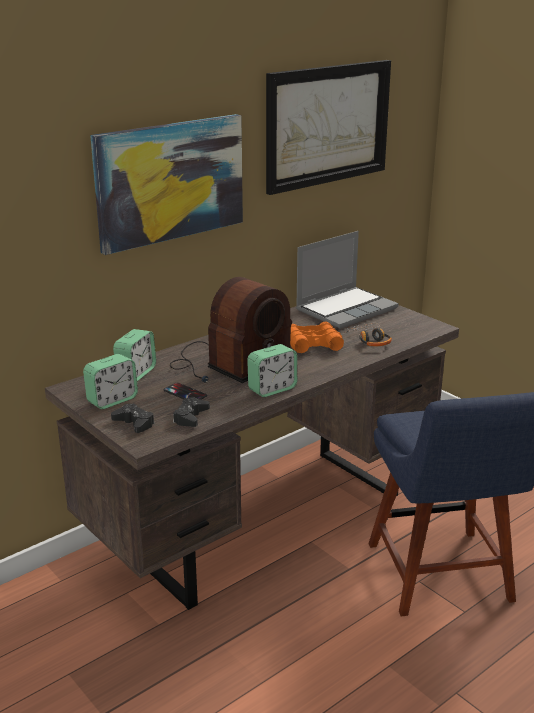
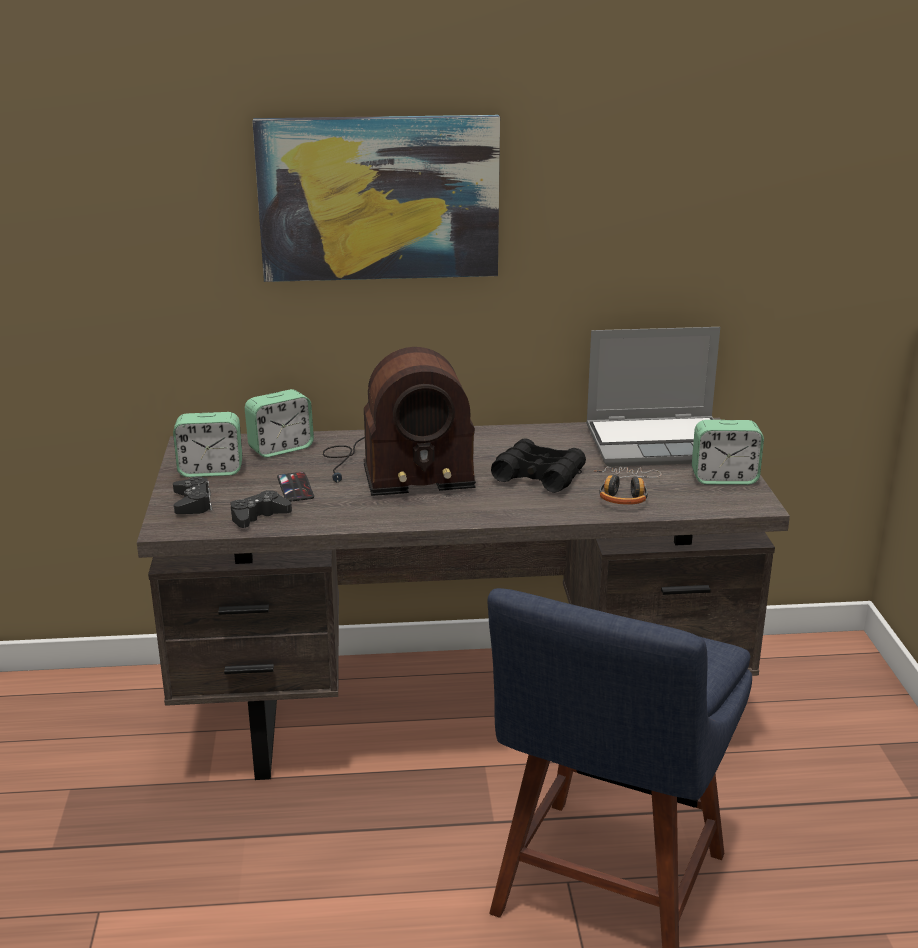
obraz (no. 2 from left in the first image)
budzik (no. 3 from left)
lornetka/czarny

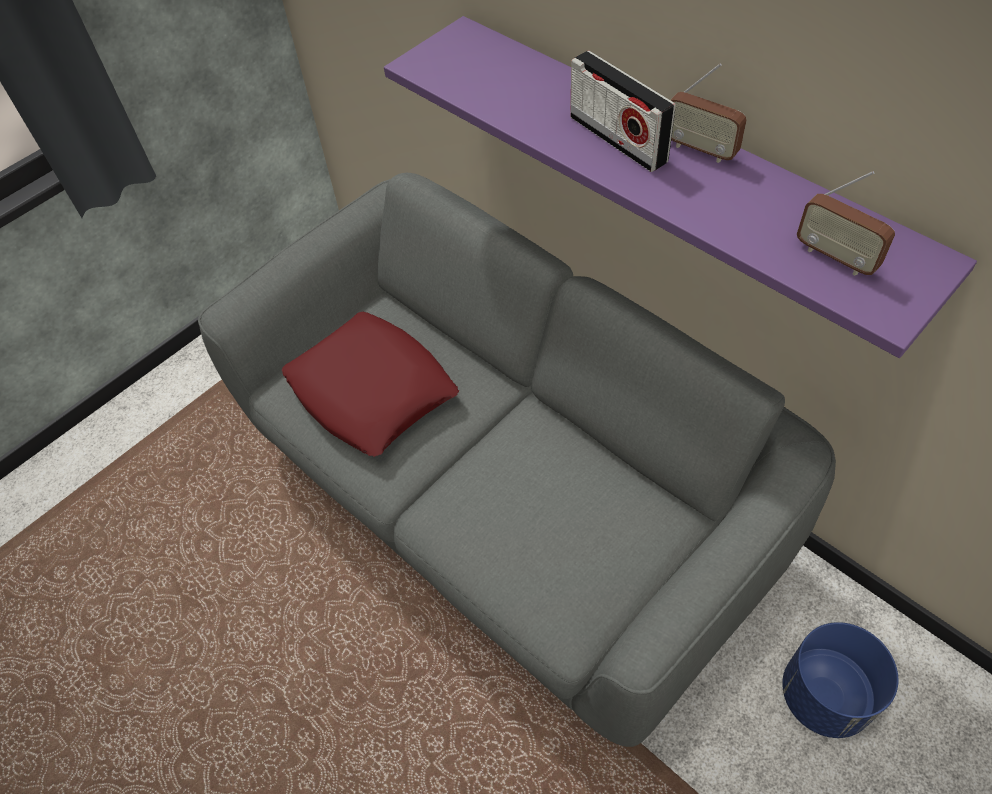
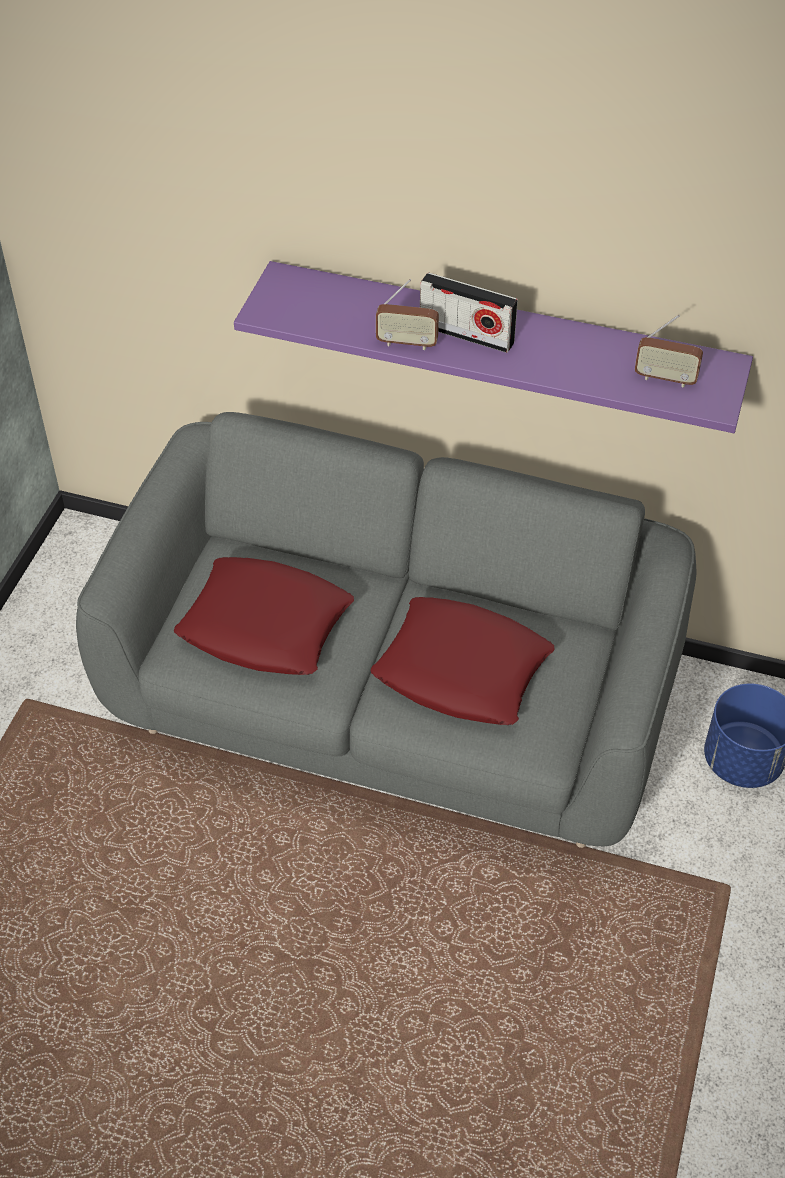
poduszka/czerwony (no. 2 from left)
radio (no. 1 from left)

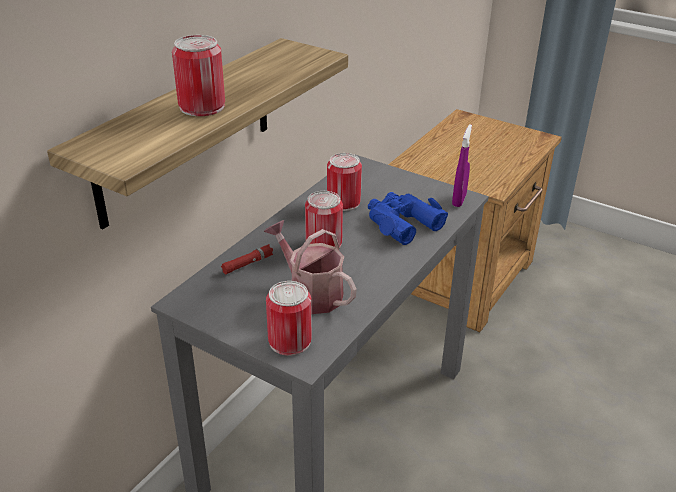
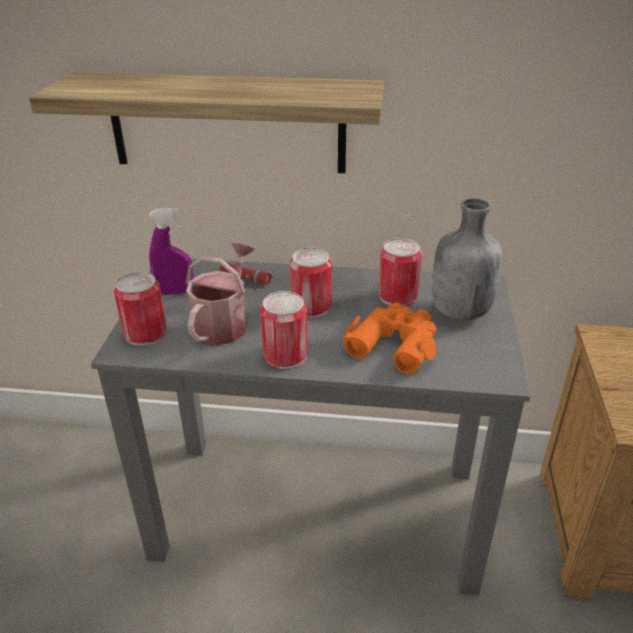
butelka/szary
puszka (no. 2 from left)
spryskiwacz/fioletowy
lornetka/pomarańczowy

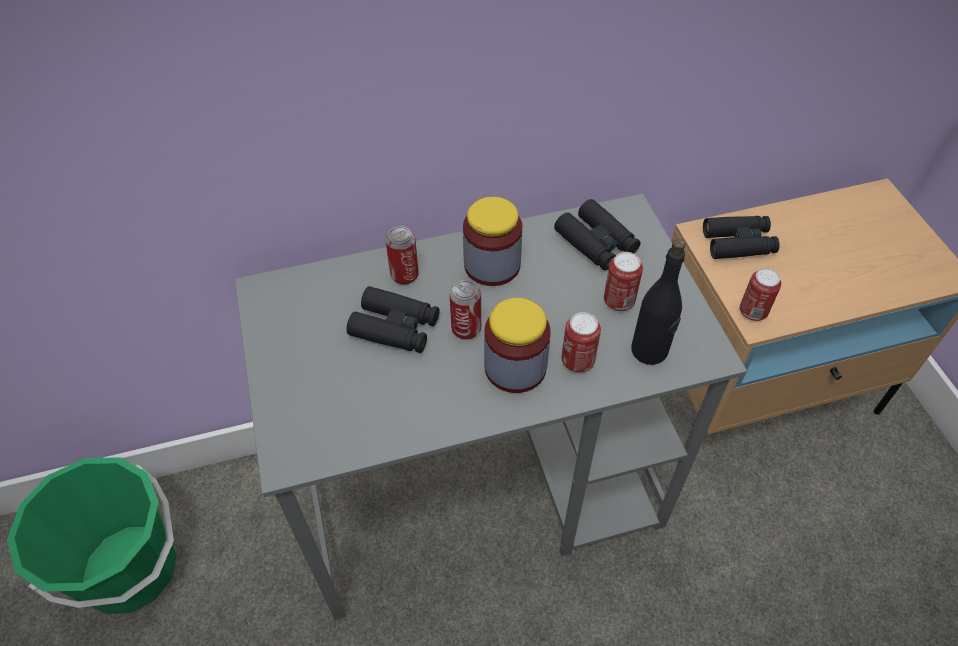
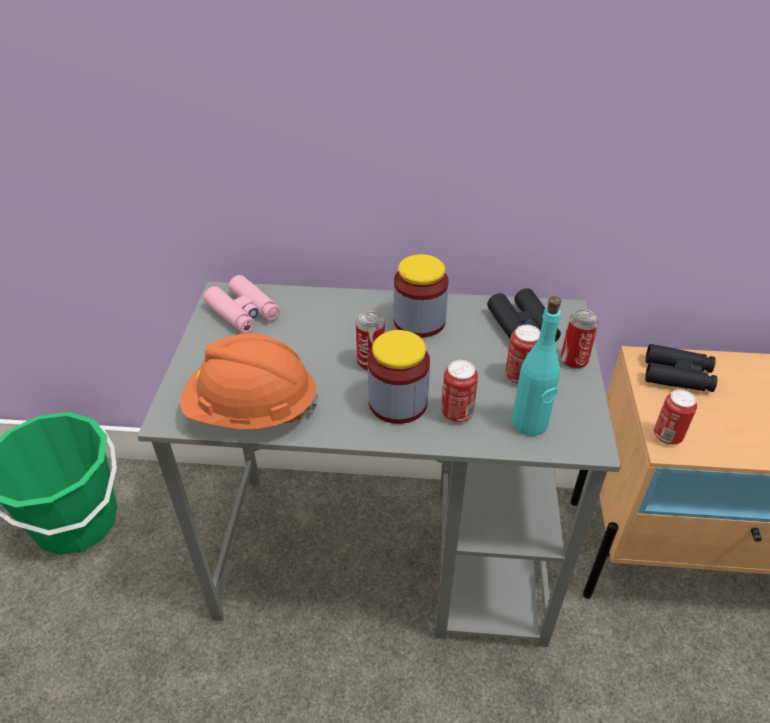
lornetka/czarny (no. 1 from left in the first image)
kask/pomarańczowy
lornetka/różowy
puszka (no. 4 from left)
butelka/turkusowy

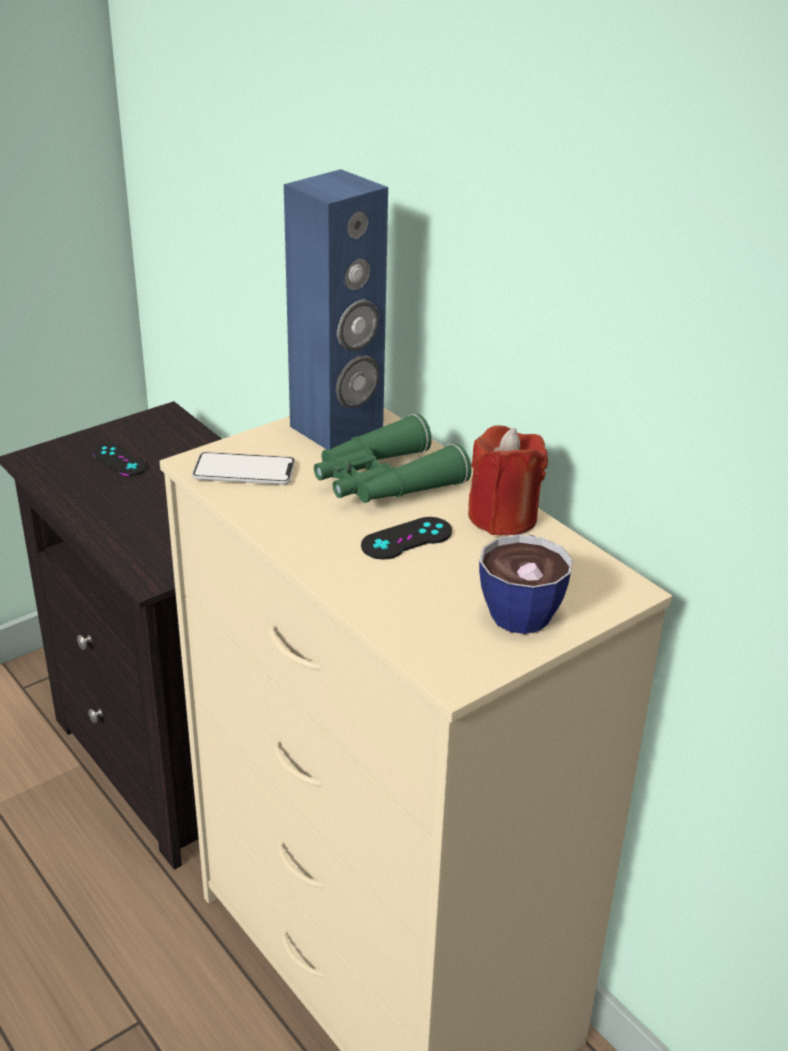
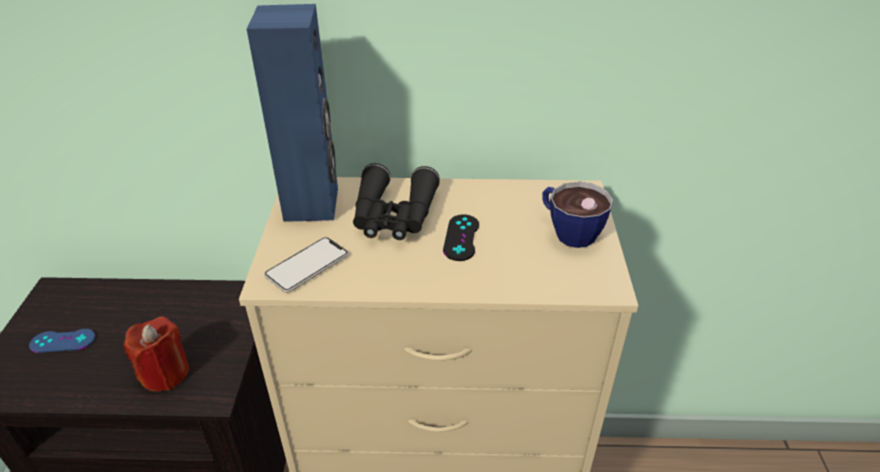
świeca/czerwony
pad do gier/niebieski
lornetka/czarny

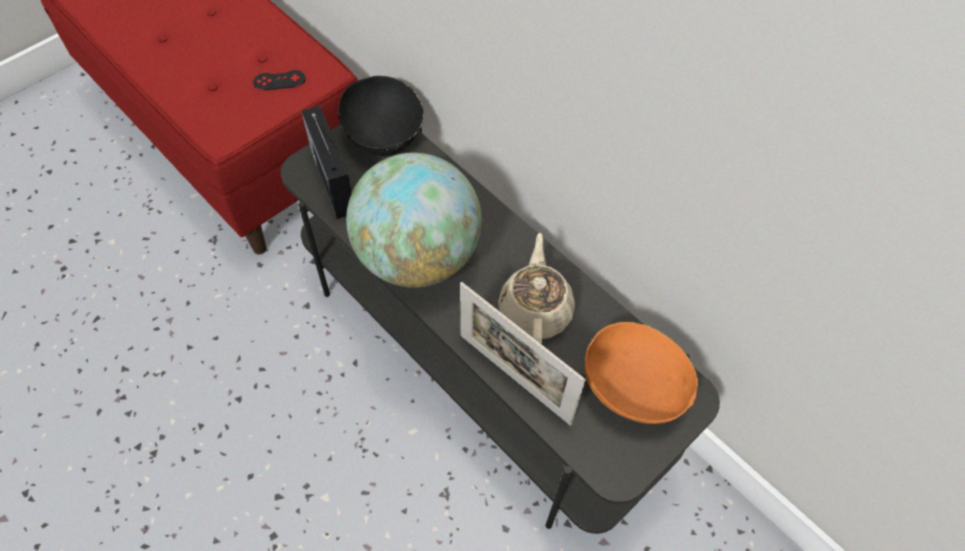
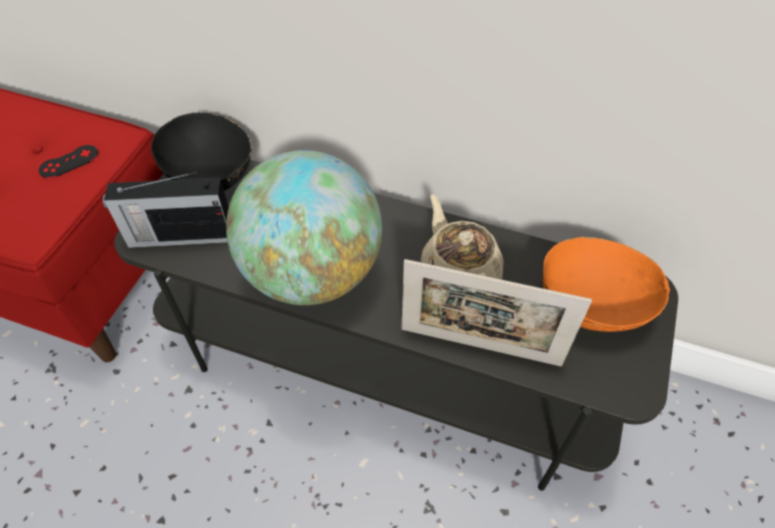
radio

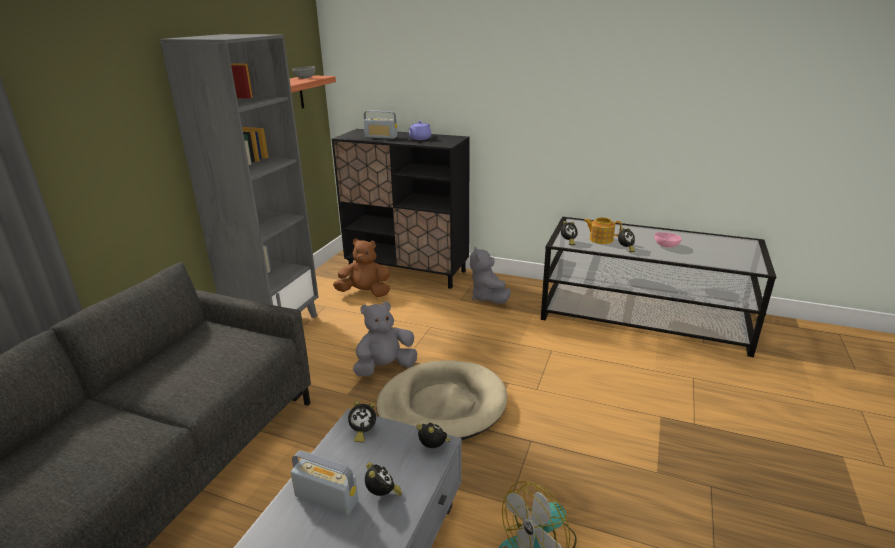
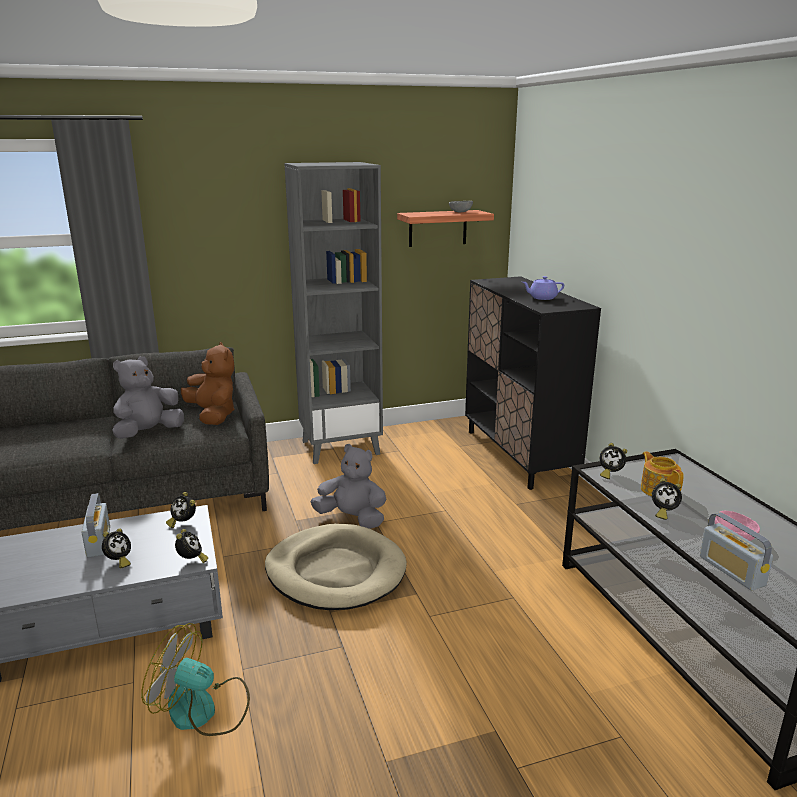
pluszak/brązowy
radio (no. 2 from left)
pluszak/szary (no. 1 from left)

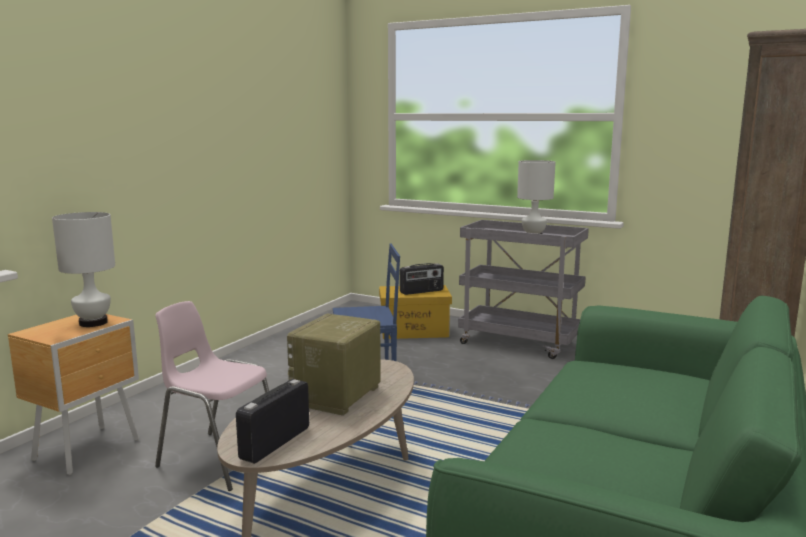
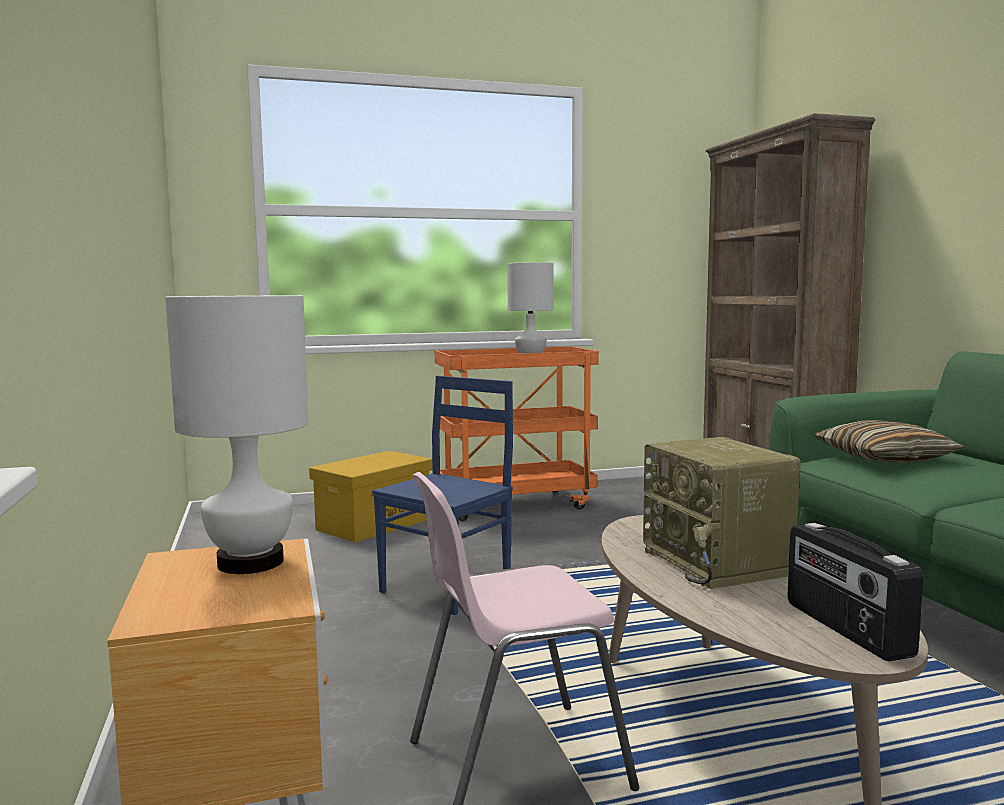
radio (no. 3 from left in the first image)
poduszka
wózek/pomarańczowy

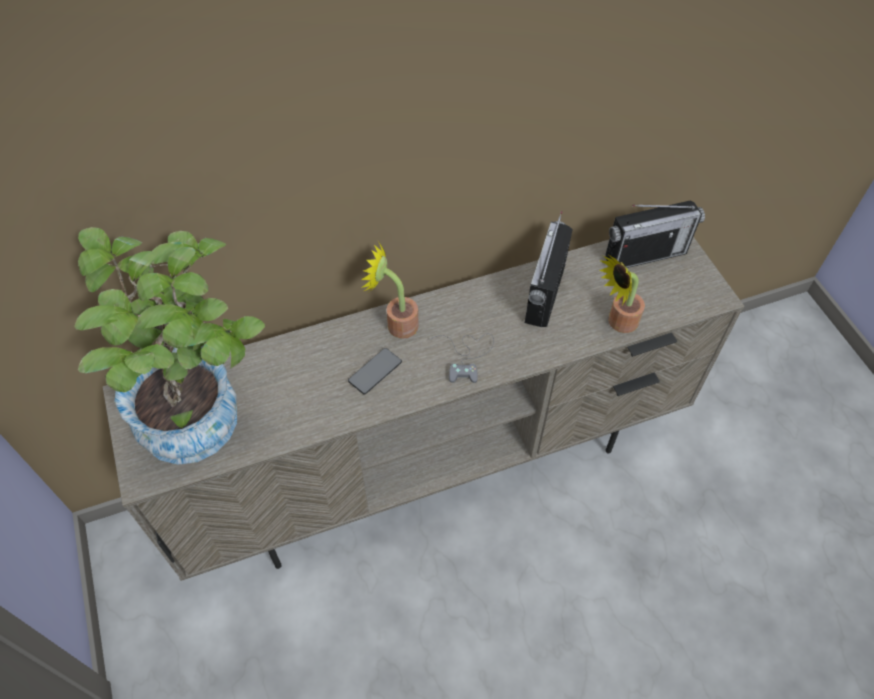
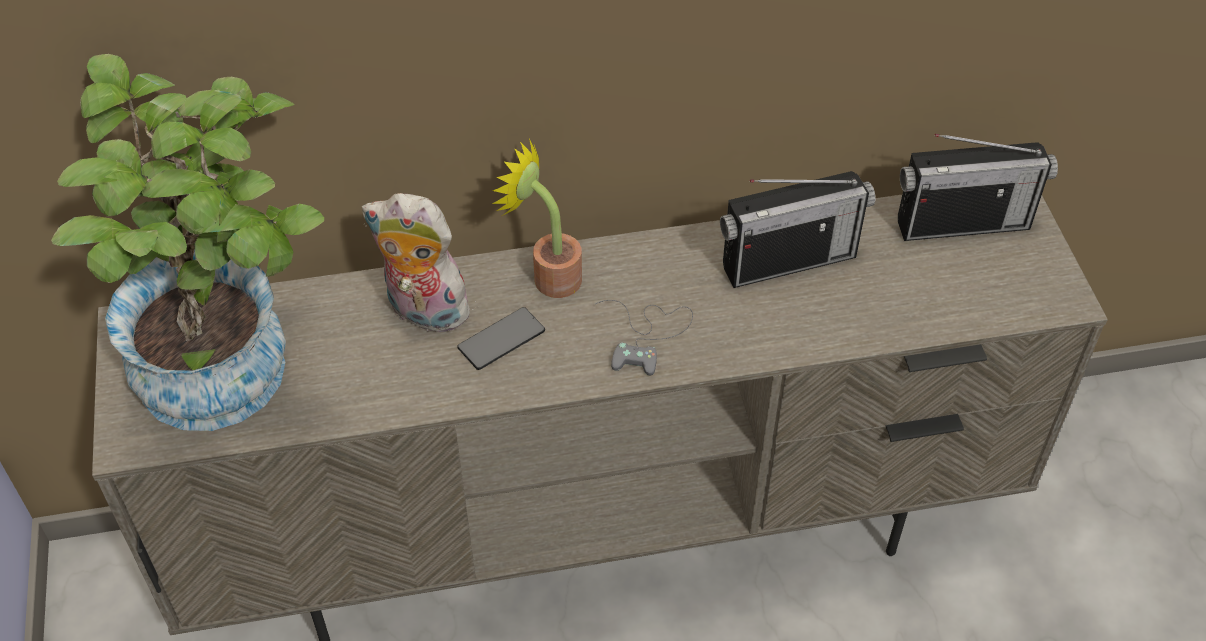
roślina doniczkowa (no. 3 from left in the first image)
pluszak
radio (no. 1 from left)

